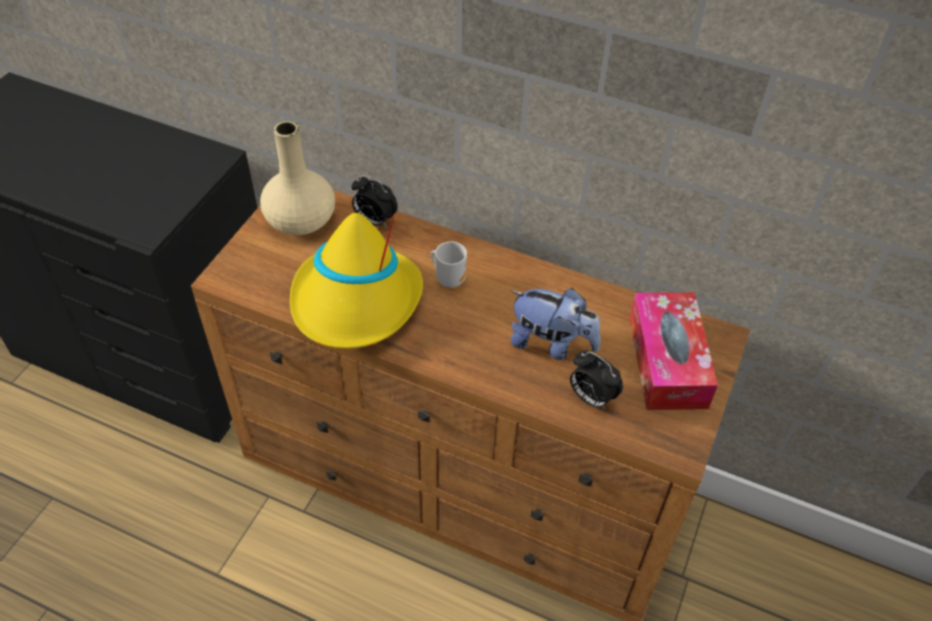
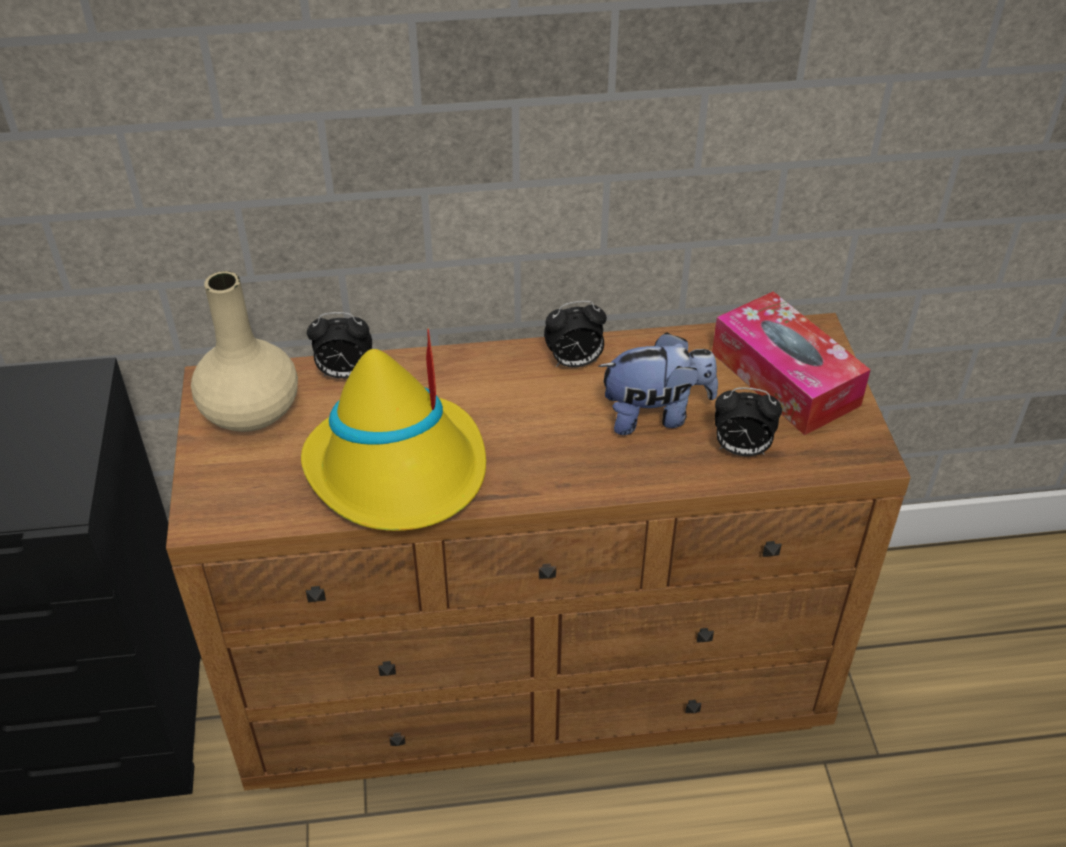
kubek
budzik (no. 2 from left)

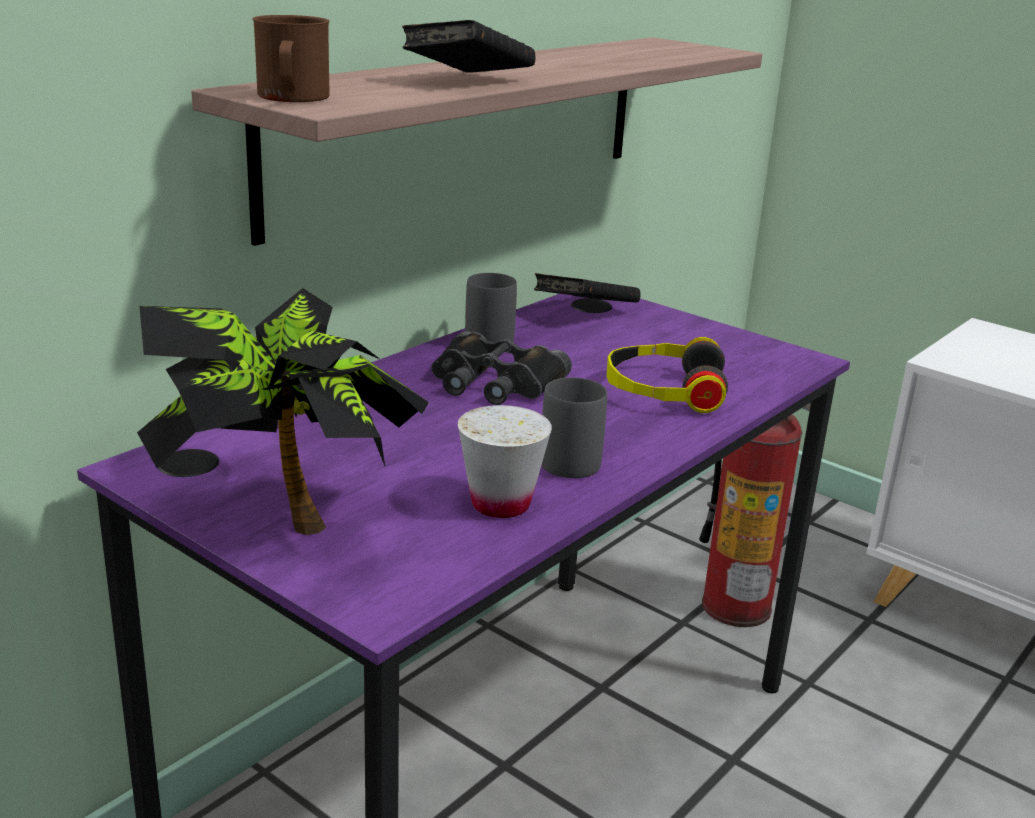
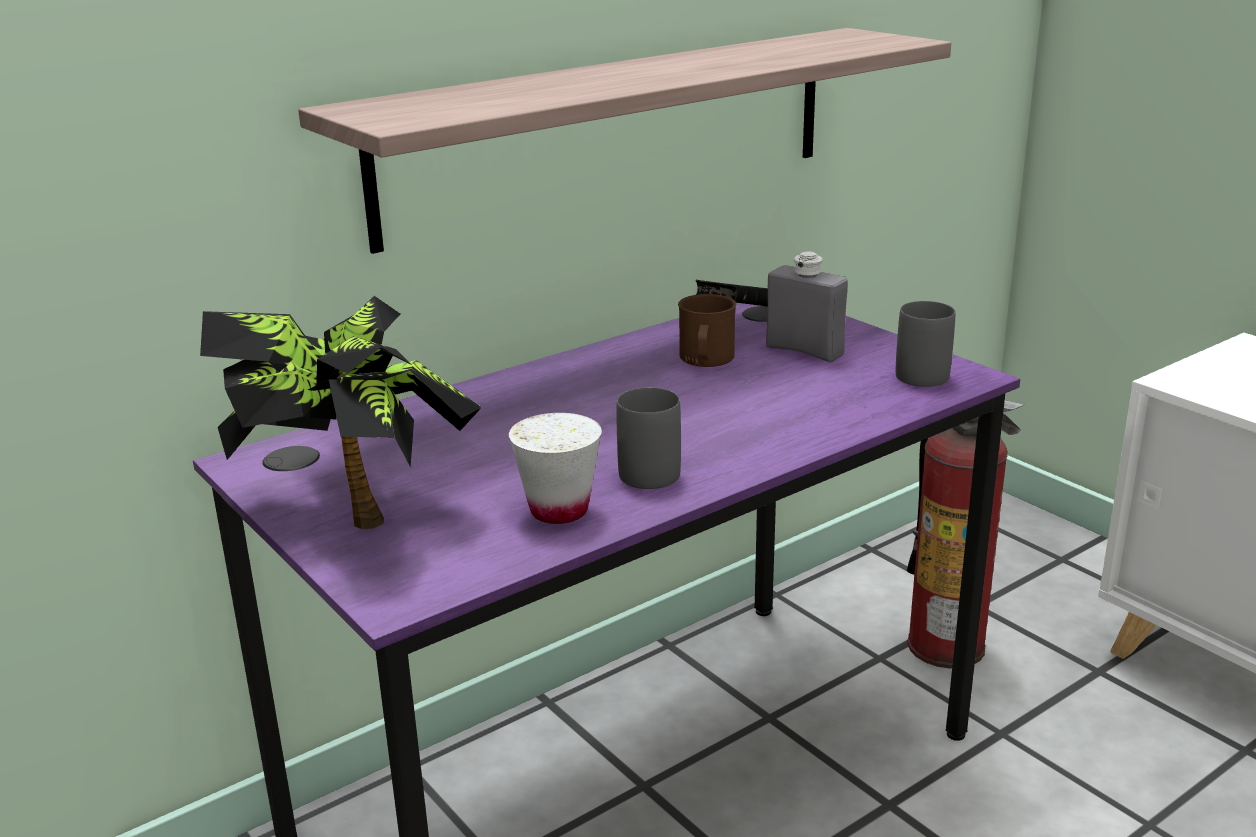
książka/czarny (no. 1 from left in the first image)
lornetka/czarny
słuchawki
butelka/szary
kubek/brązowy
kubek/szary (no. 2 from left)

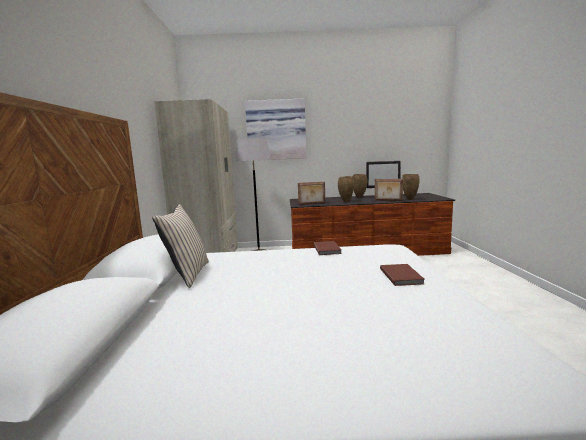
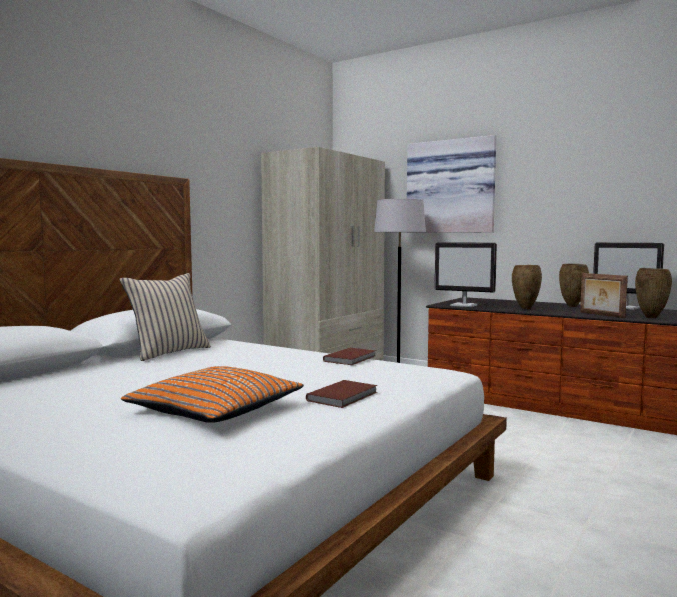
poduszka/pomarańczowy
monitor (no. 1 from left)

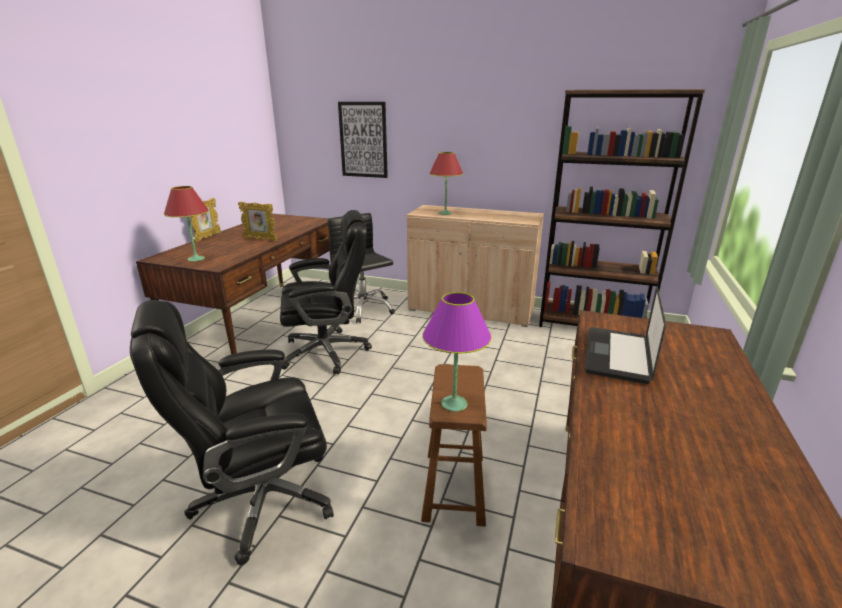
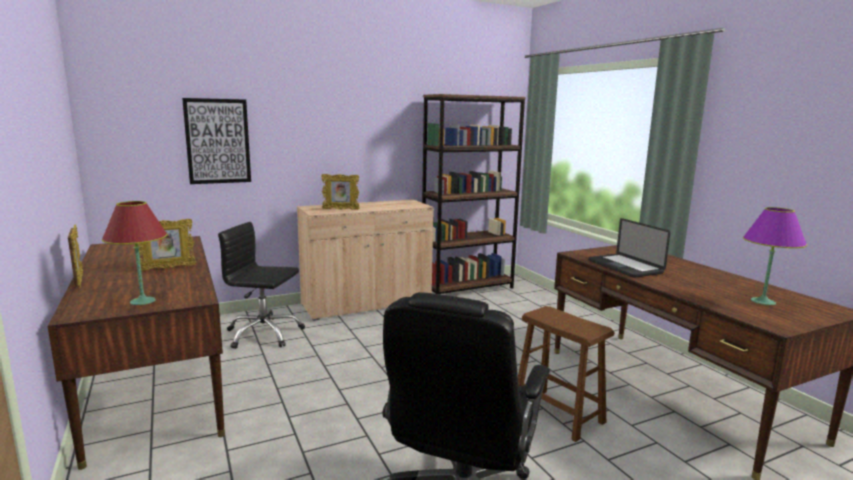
krzesło biurowe/czarny (no. 2 from left in the first image)
lampa stołowa/fioletowy
ramka na zdjęcie (no. 3 from left)

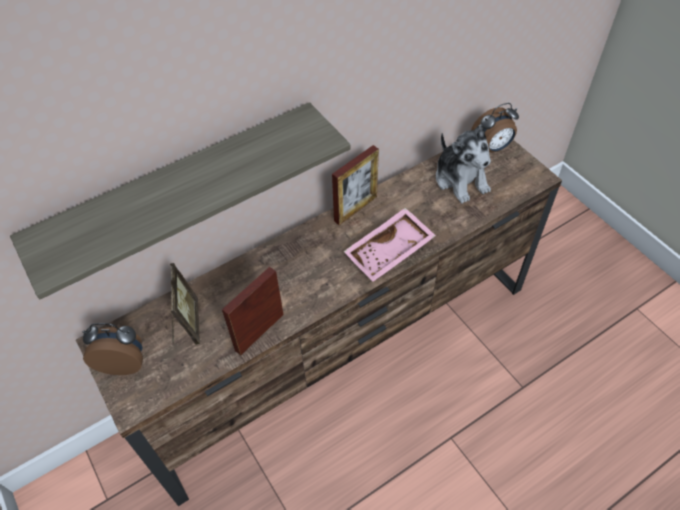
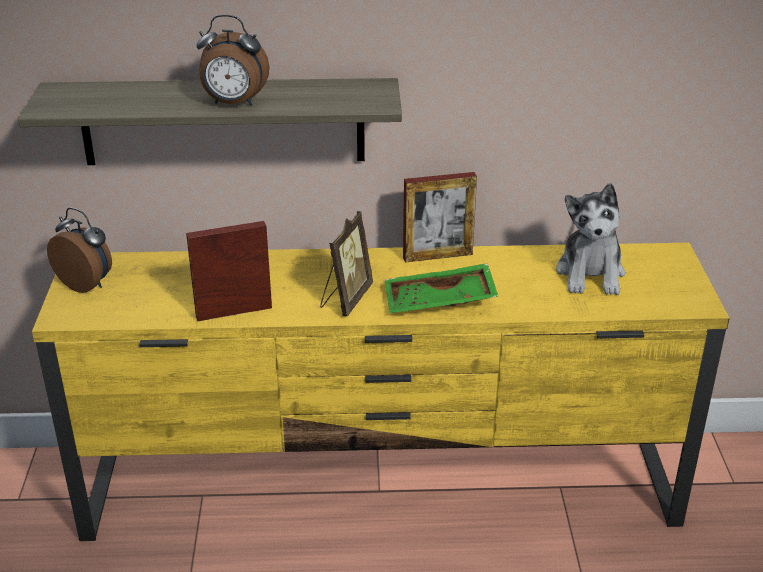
ramka na zdjęcie (no. 2 from left)
budzik (no. 2 from left)
szafka pod telewizor/żółty
taca/zielony

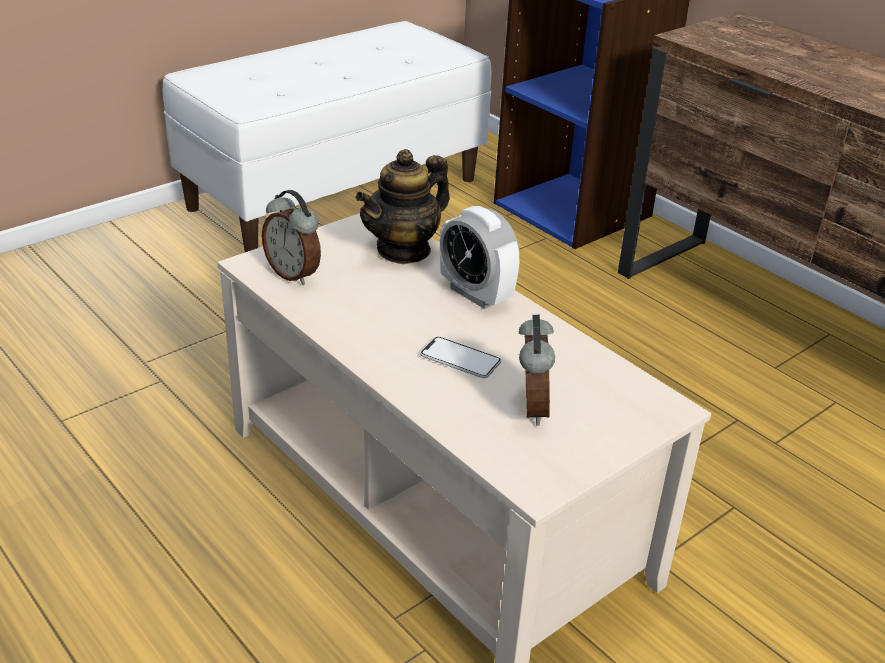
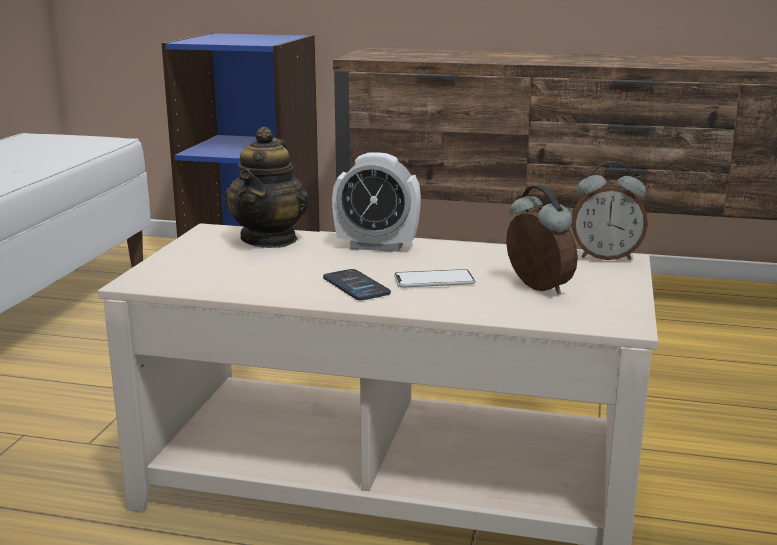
telefon (no. 1 from left)
budzik (no. 3 from left)

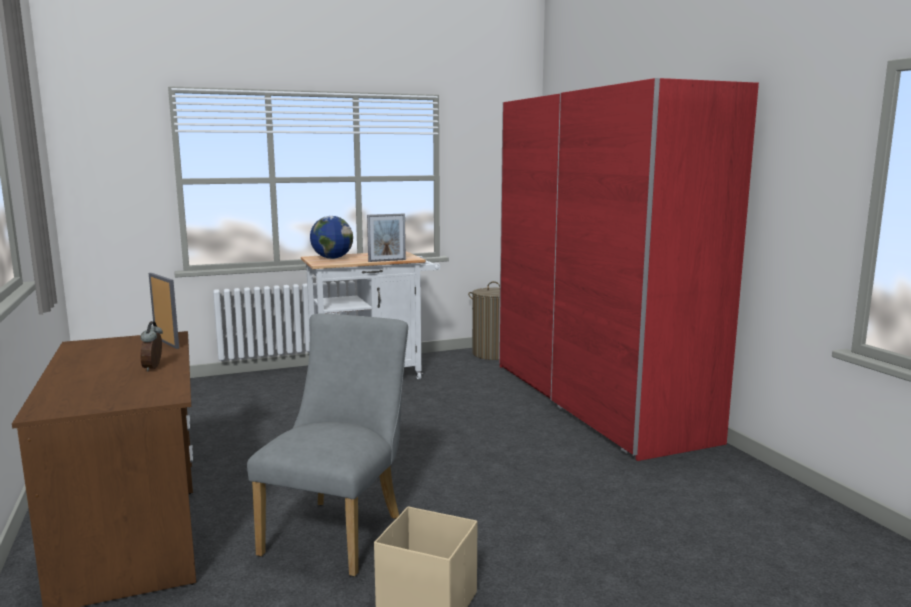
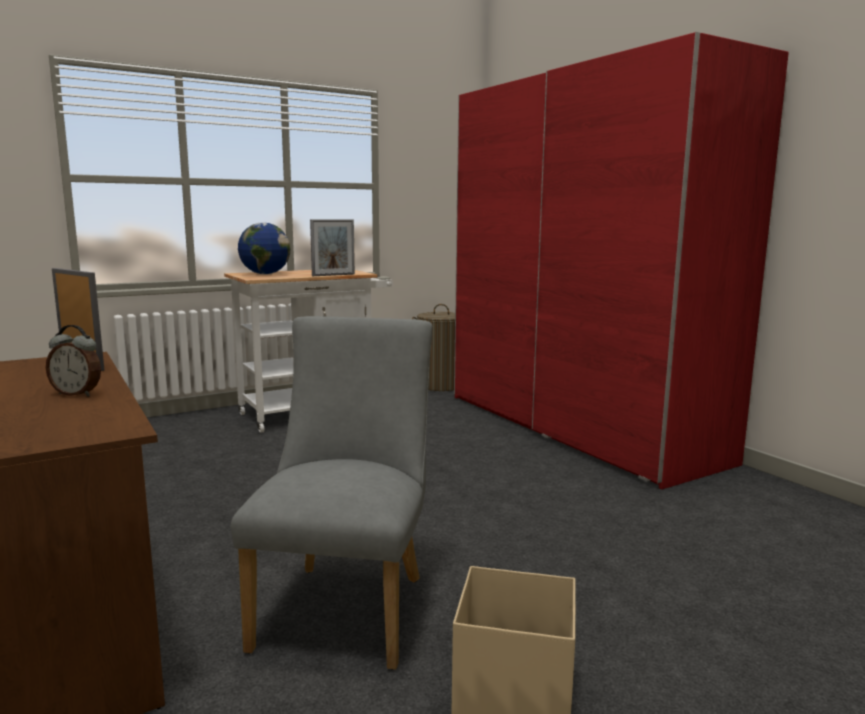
budzik

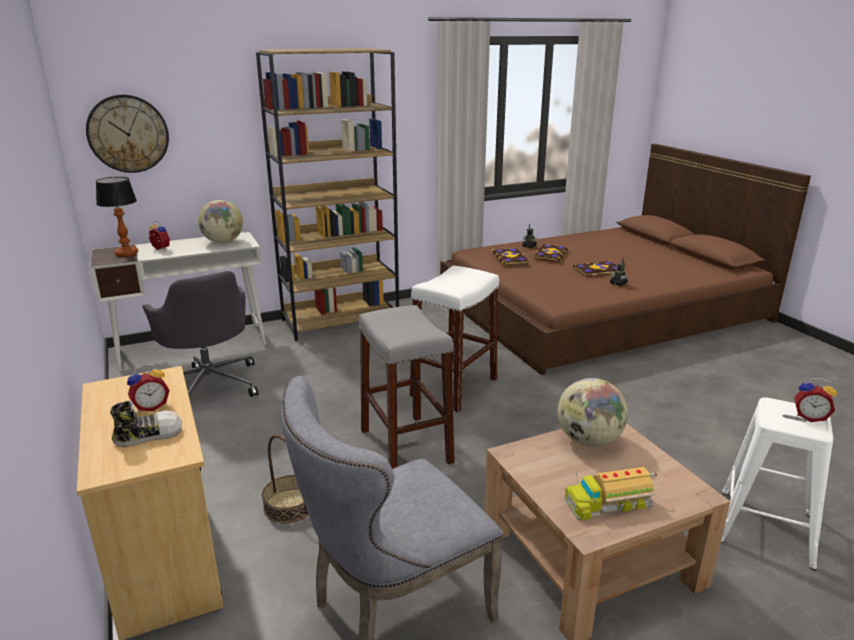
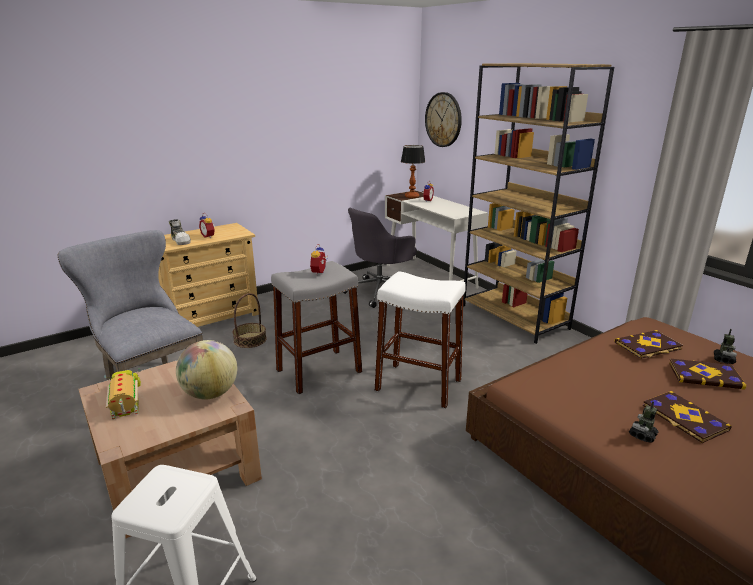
globus (no. 1 from left in the first image)
budzik (no. 2 from left)

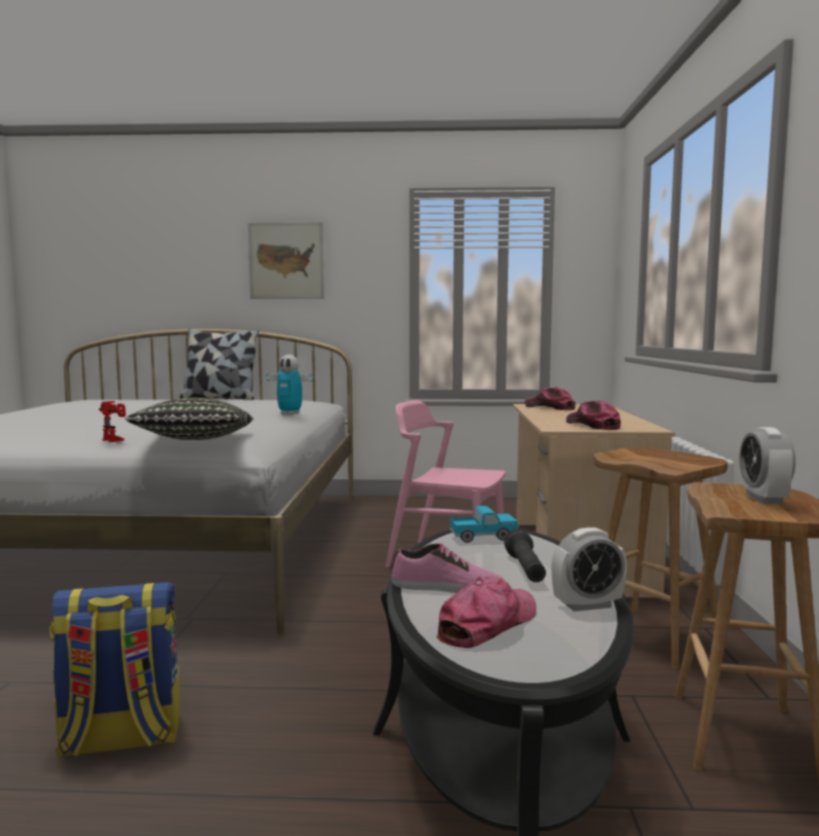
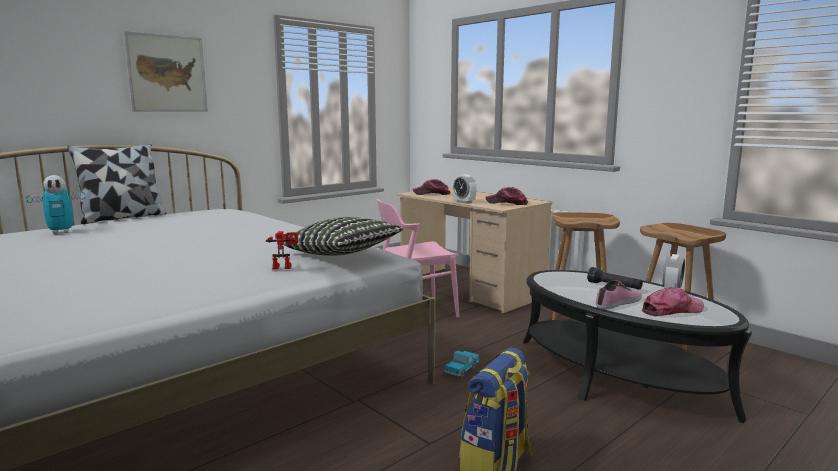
robot zabawkowy (no. 1 from left)
ciężarówka zabawkowa
budzik (no. 1 from left)
czapka z daszkiem (no. 3 from left)

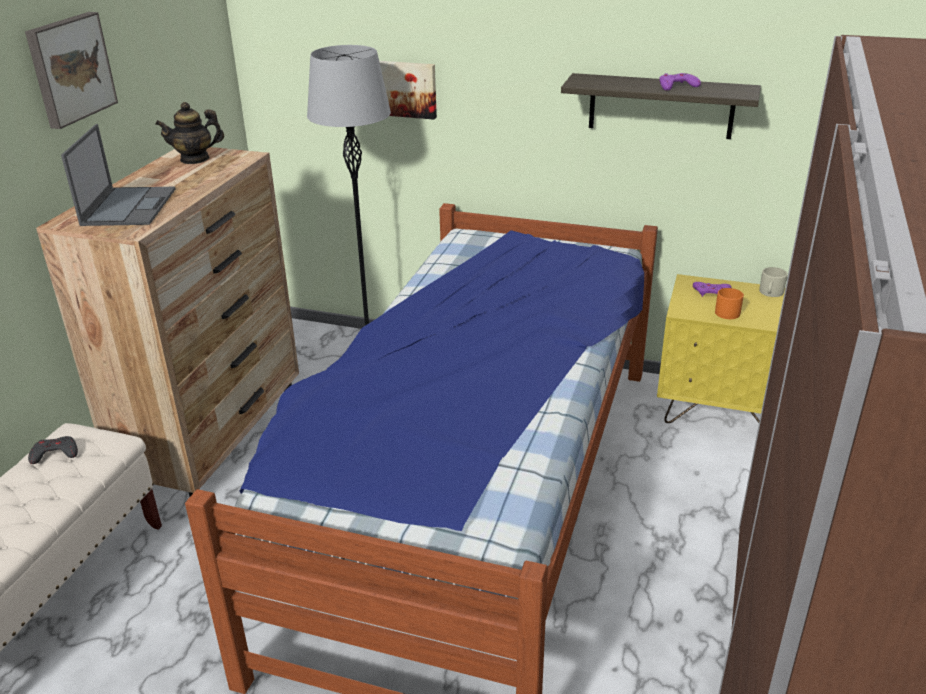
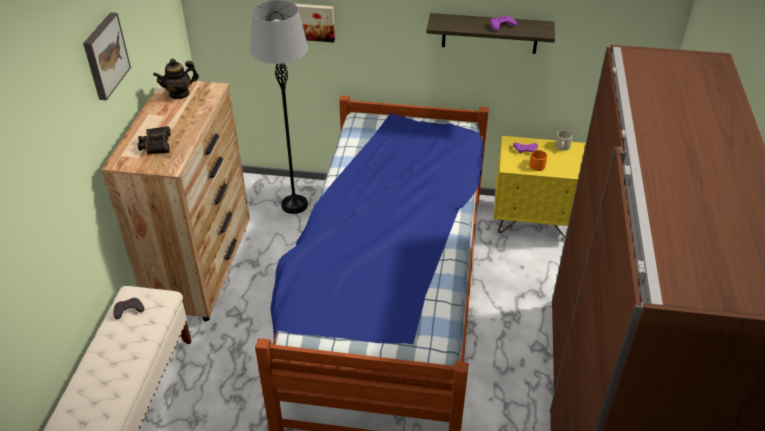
lornetka

